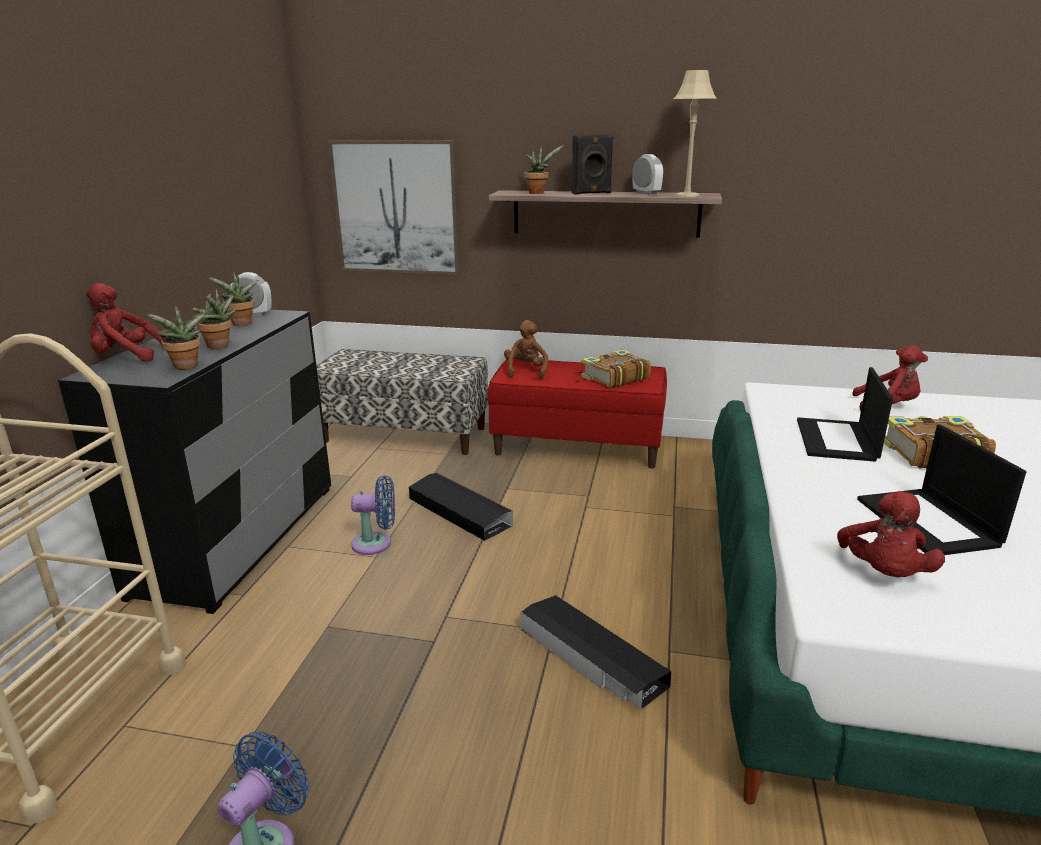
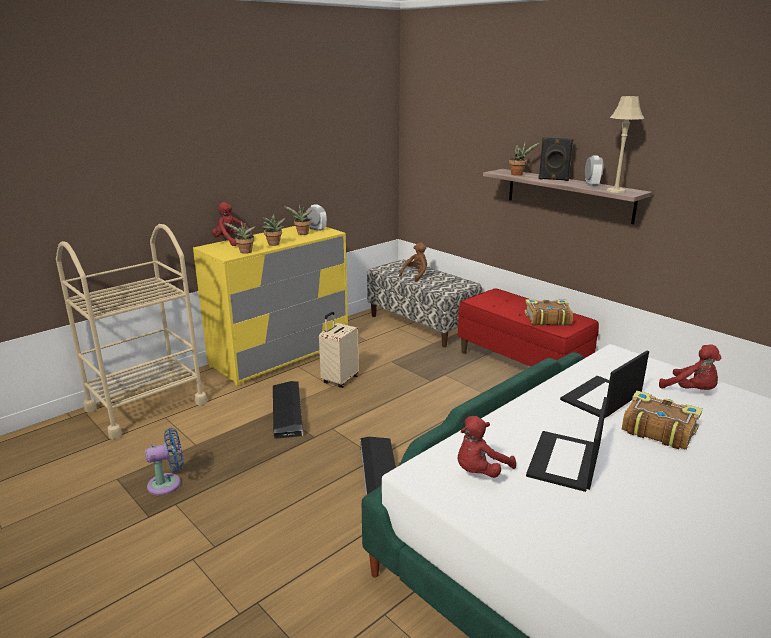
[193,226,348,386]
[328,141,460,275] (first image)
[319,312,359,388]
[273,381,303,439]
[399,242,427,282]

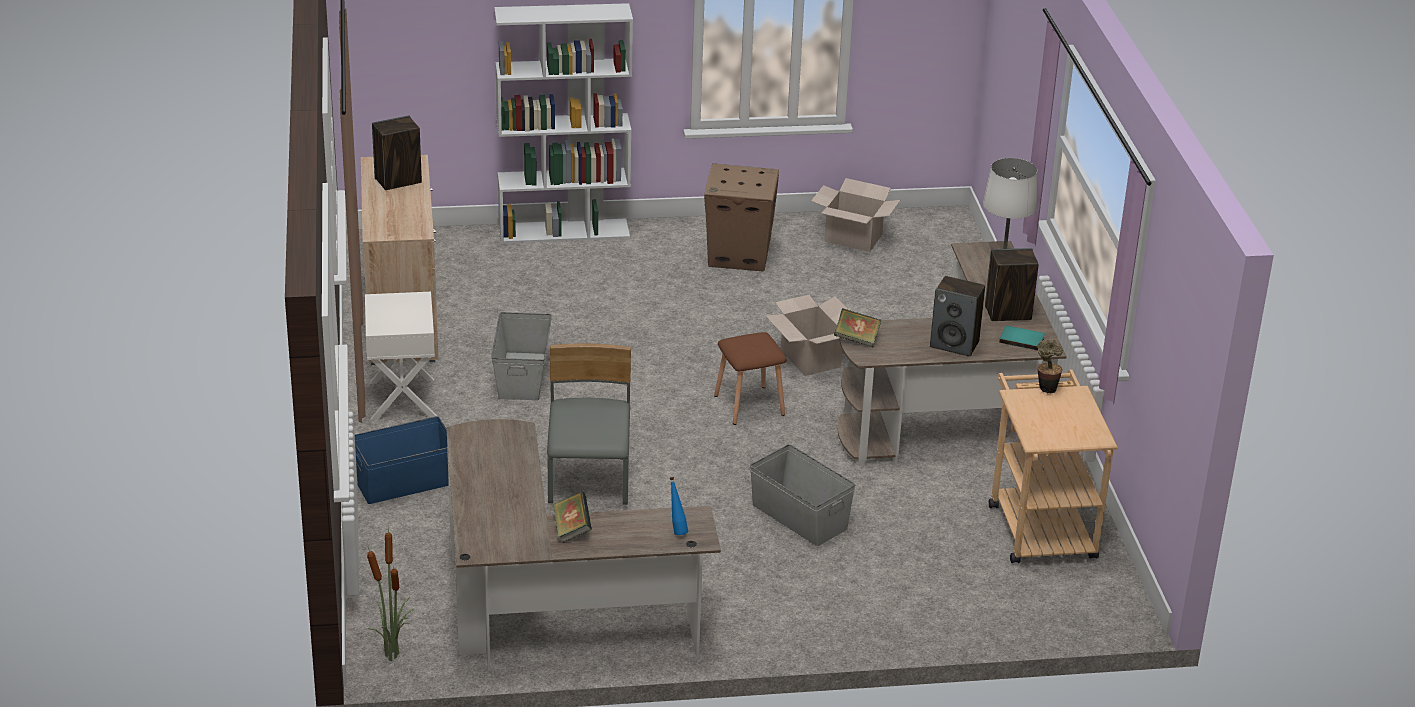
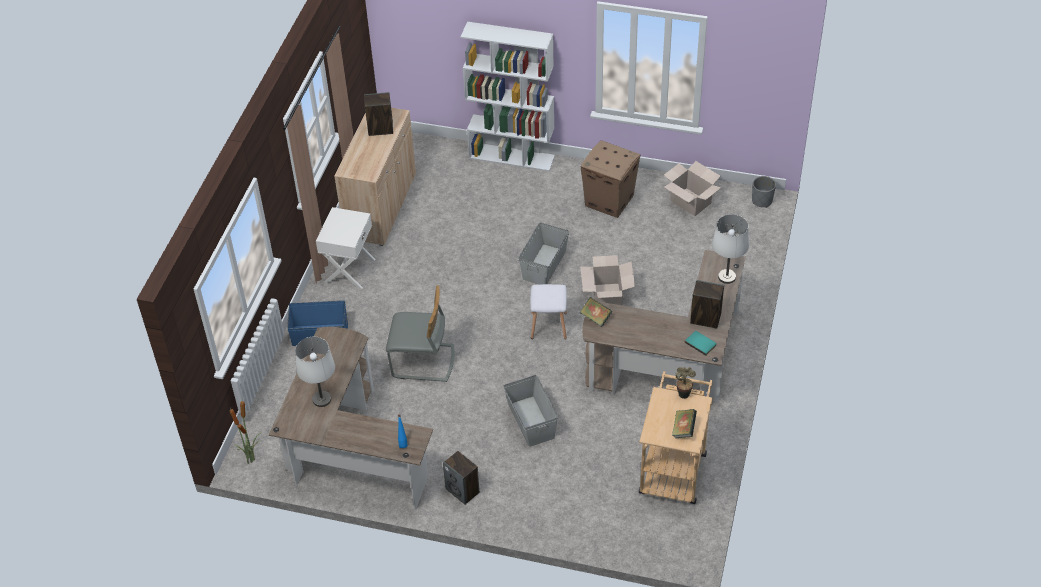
[519,222,569,284]
[386,285,454,382]
[672,409,697,439]
[530,284,567,339]
[443,451,480,505]
[295,337,335,407]
[752,176,776,208]

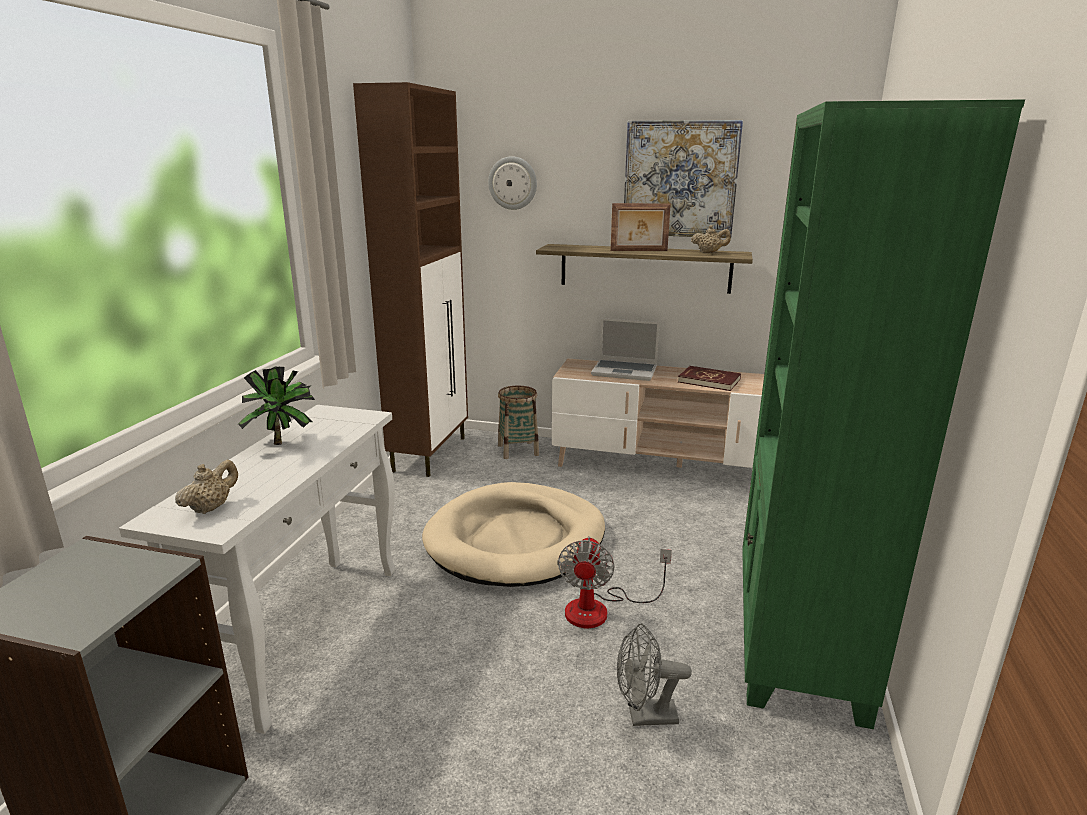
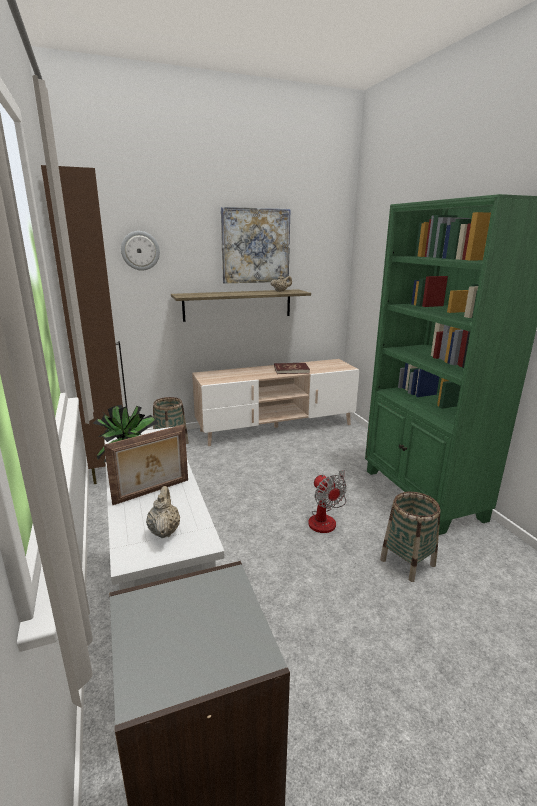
[422,482,605,587] (first image)
[591,318,660,381] (first image)
[104,424,188,505]
[380,492,441,582]

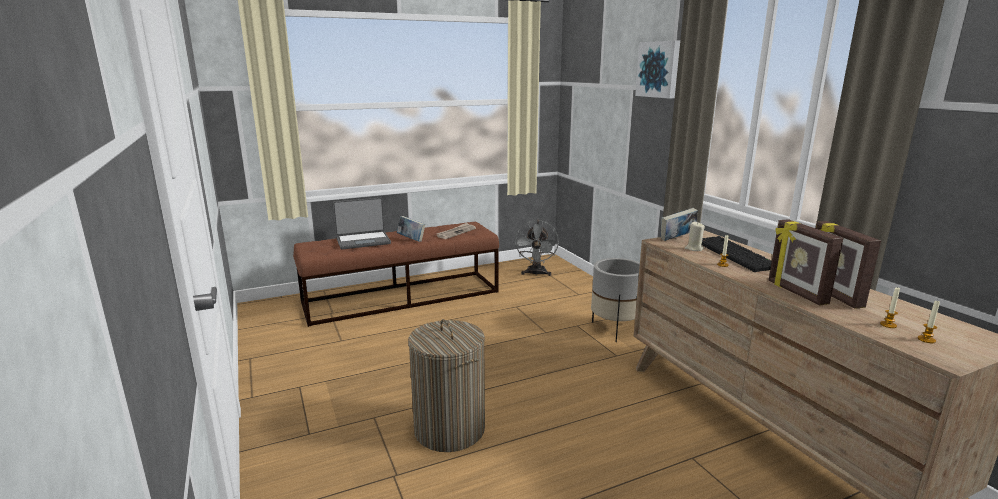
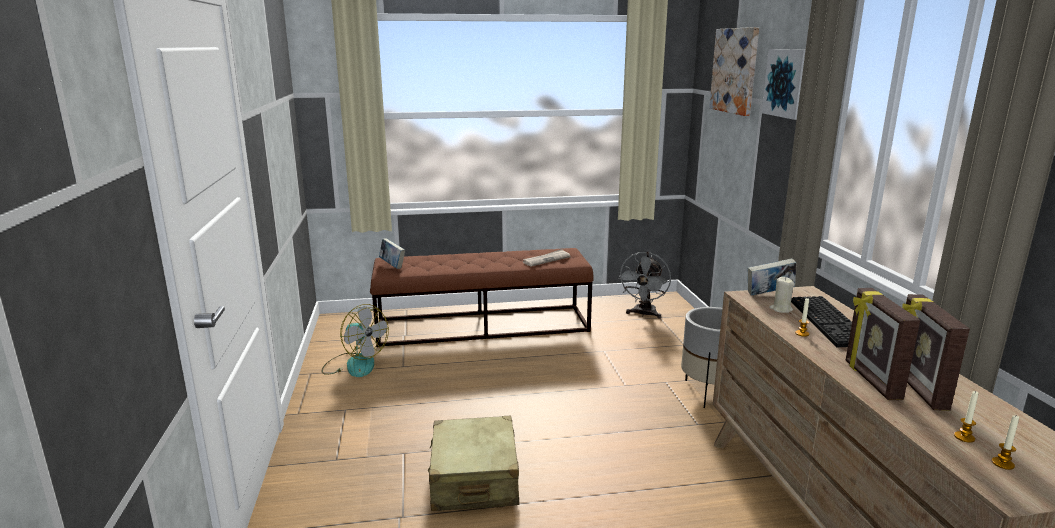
[333,198,391,249] (first image)
[379,239,405,269]
[428,416,519,511]
[321,304,389,377]
[709,27,759,116]

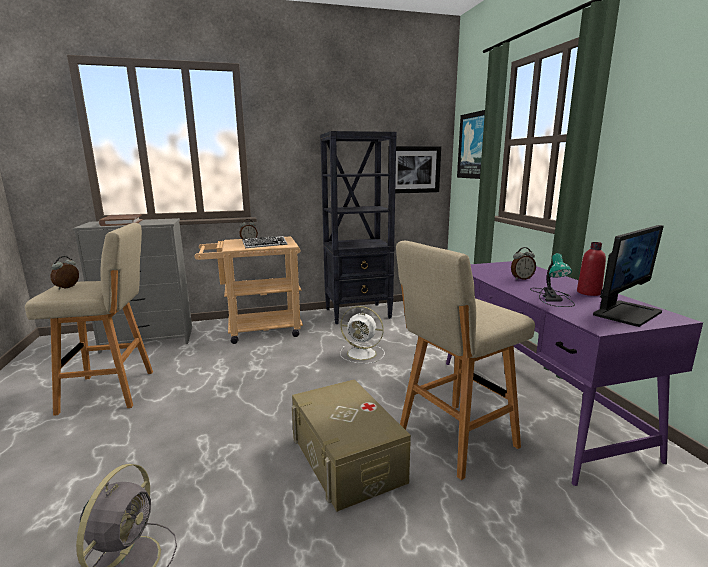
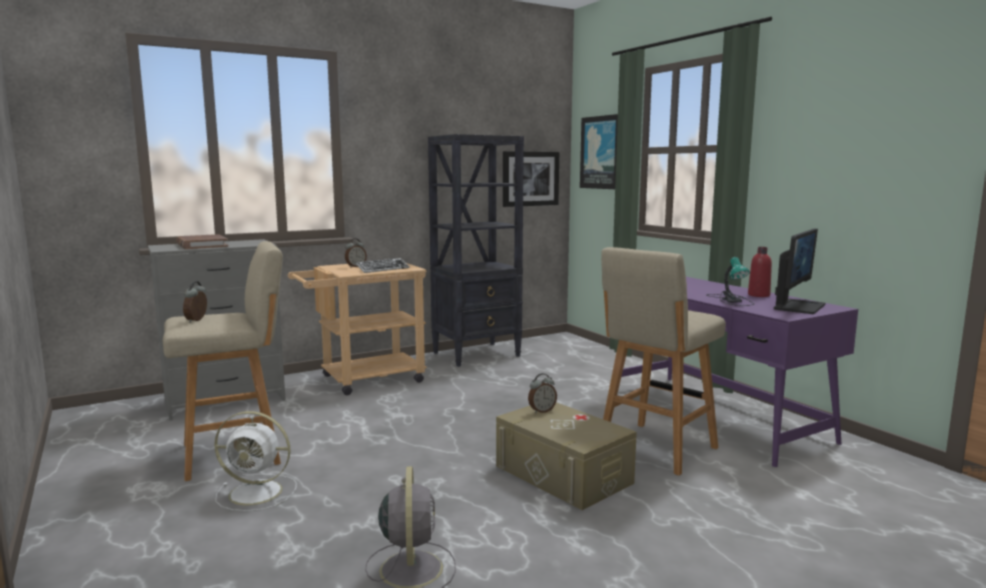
[214,411,297,511]
[528,373,557,414]

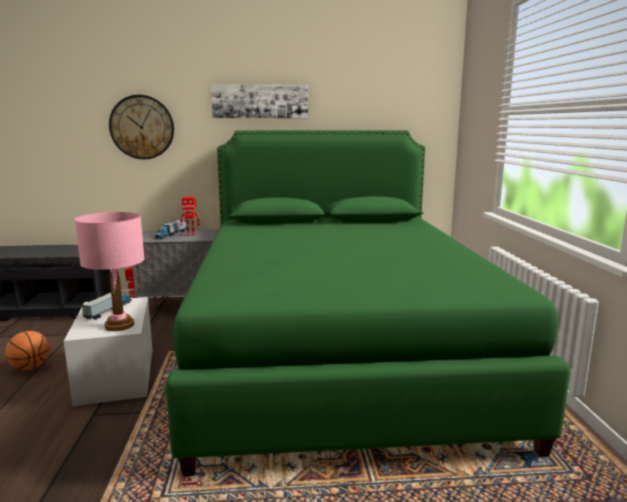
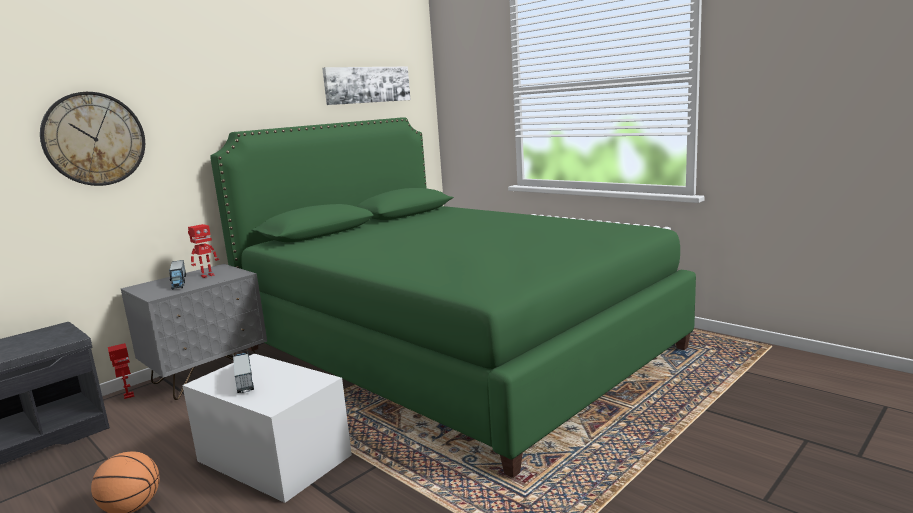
[75,212,145,331] (first image)
[322,67,410,105]

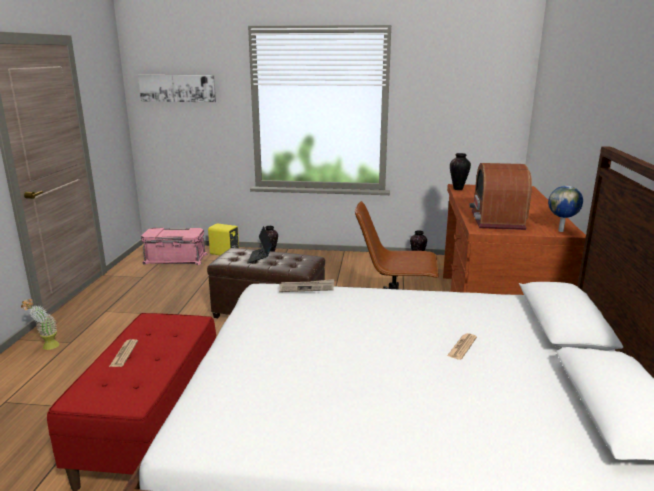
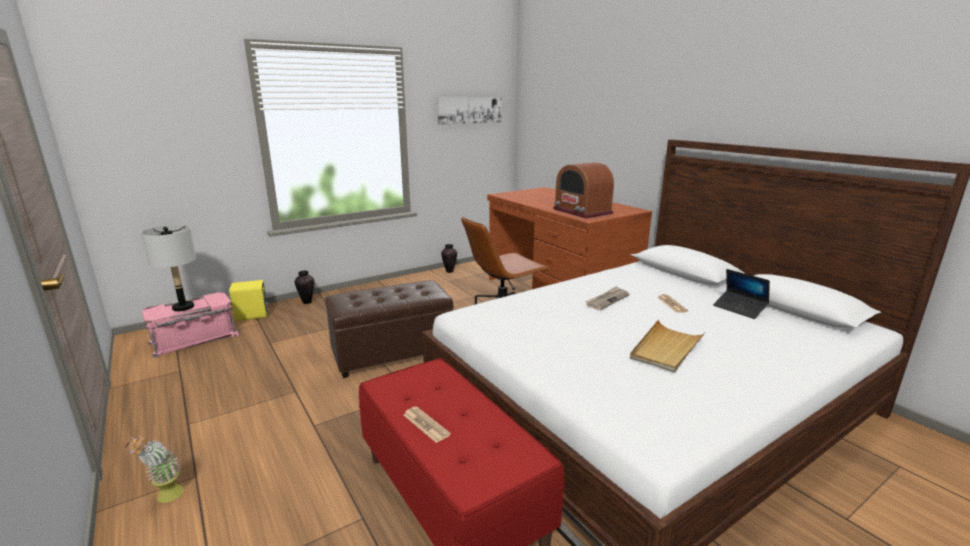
[437,97,502,125]
[713,269,770,319]
[585,286,630,310]
[450,153,471,190] (first image)
[548,186,583,232] (first image)
[141,225,196,311]
[630,320,705,373]

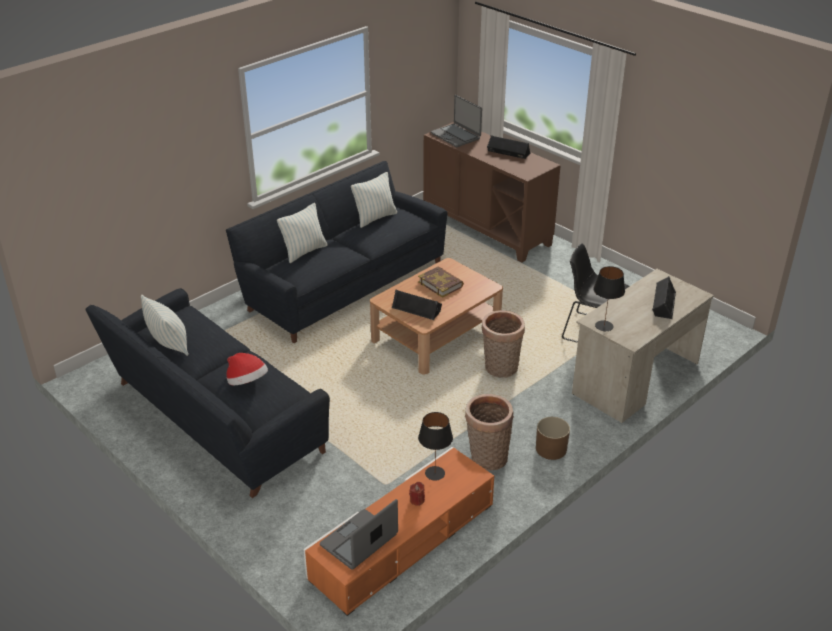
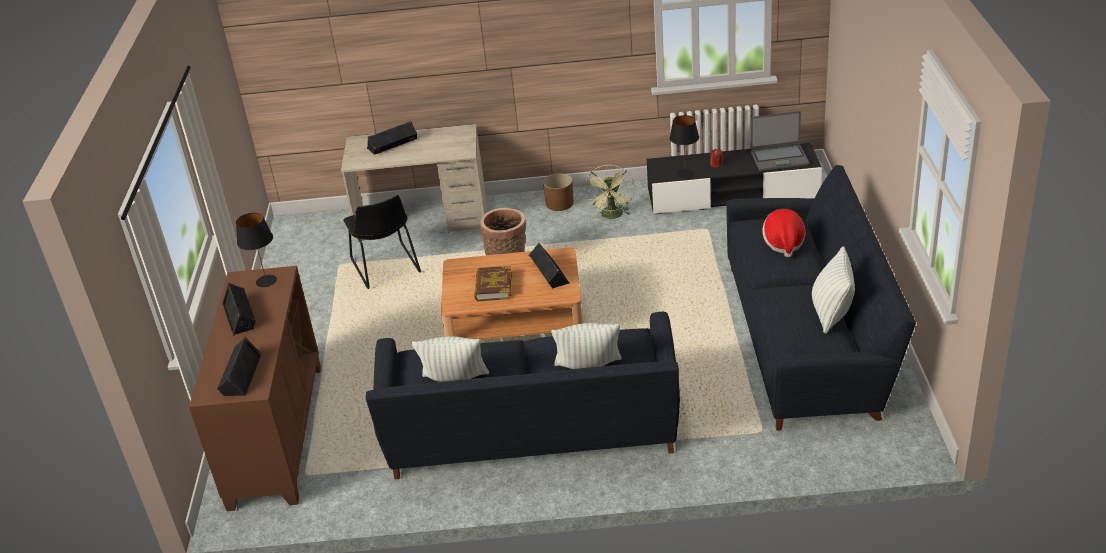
[647,143,822,214]
[217,336,262,396]
[585,164,635,219]
[236,213,277,287]

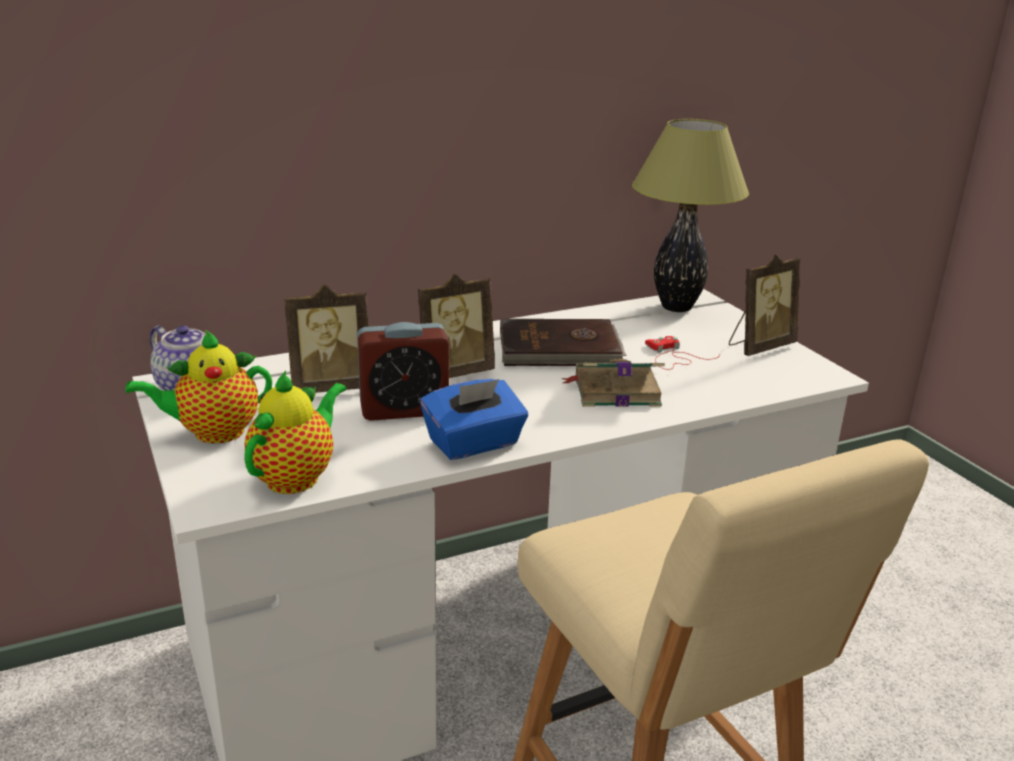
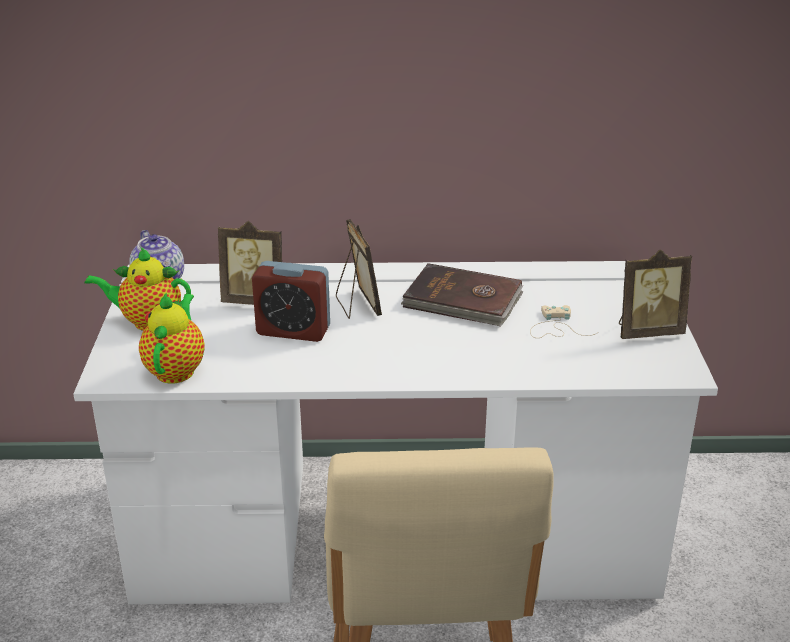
[139,293,205,384]
[336,219,382,319]
[420,379,528,460] (first image)
[561,359,665,407] (first image)
[632,119,749,312] (first image)
[530,305,597,338]

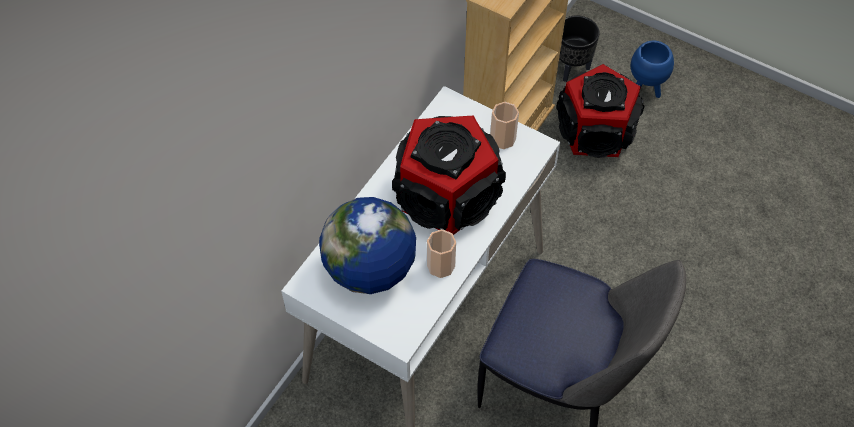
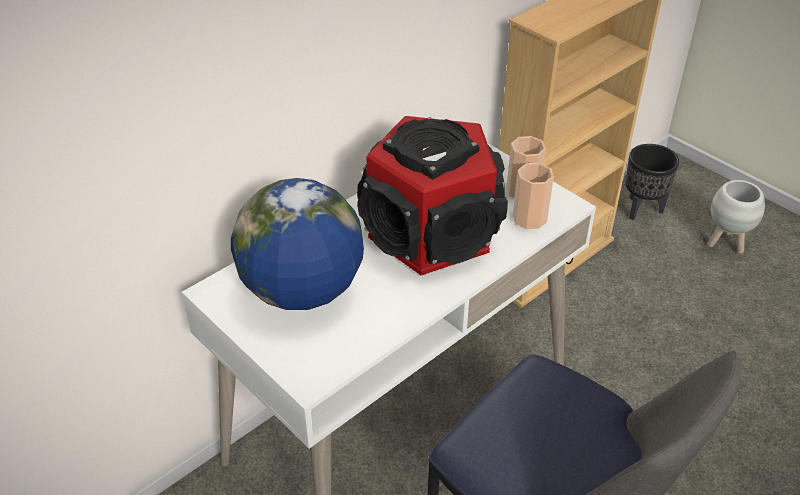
[513,163,554,229]
[556,64,644,158] (first image)
[708,180,765,254]

